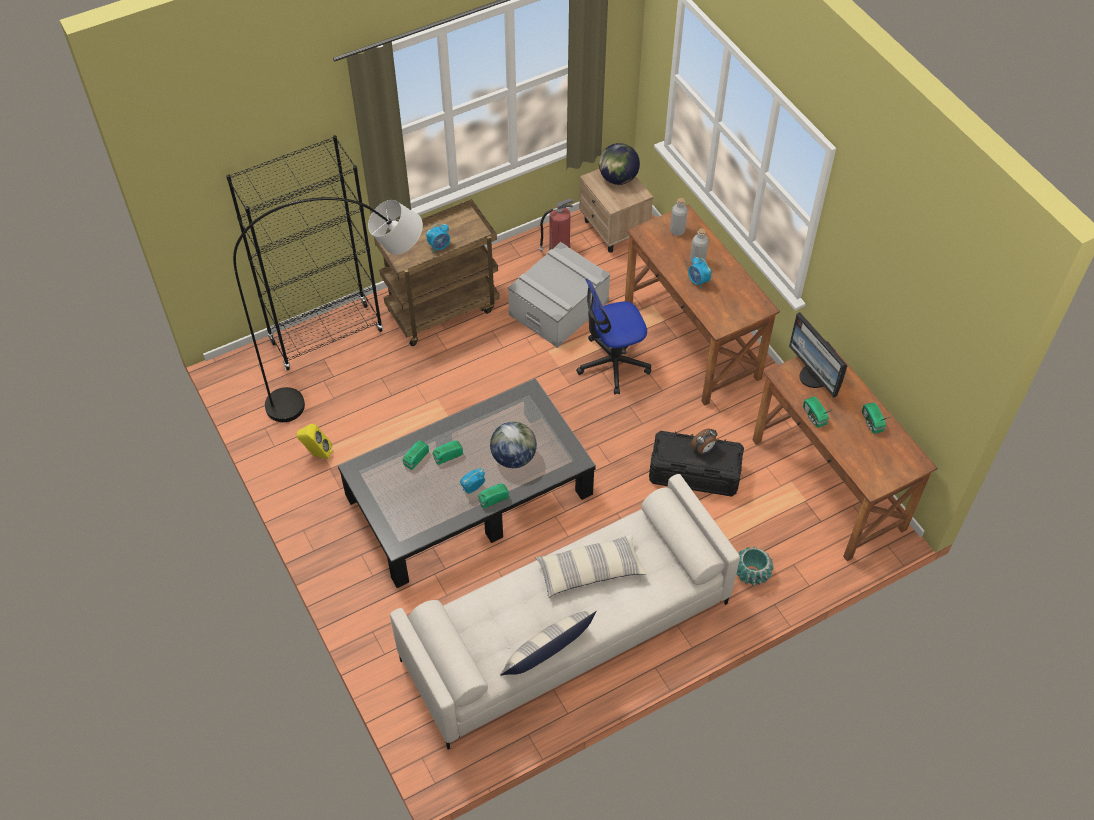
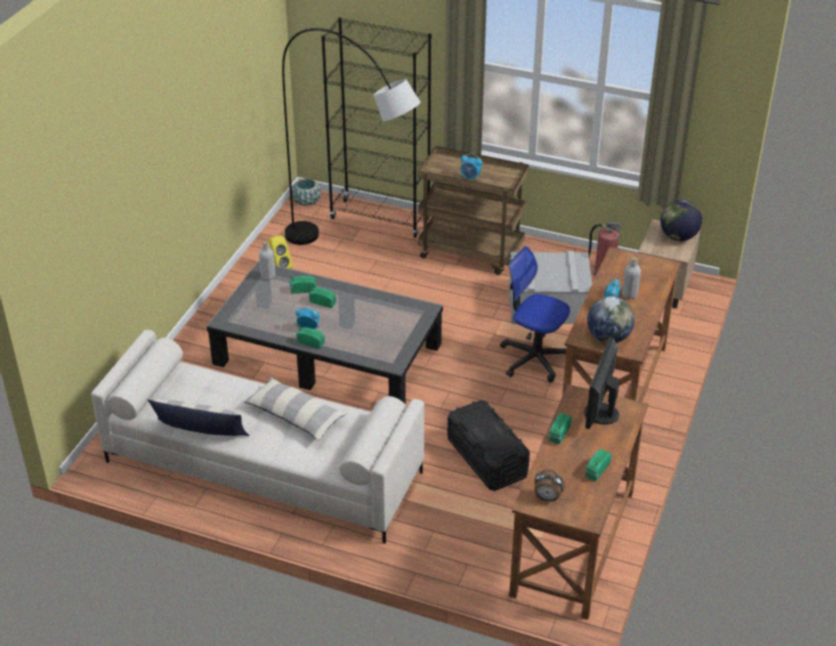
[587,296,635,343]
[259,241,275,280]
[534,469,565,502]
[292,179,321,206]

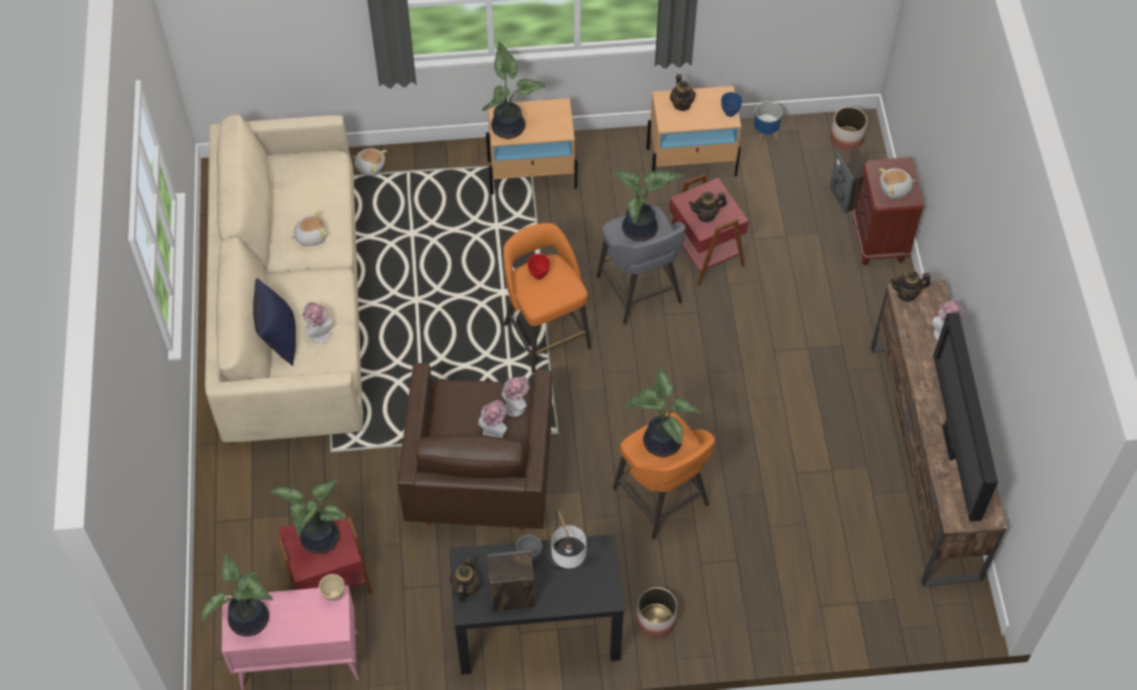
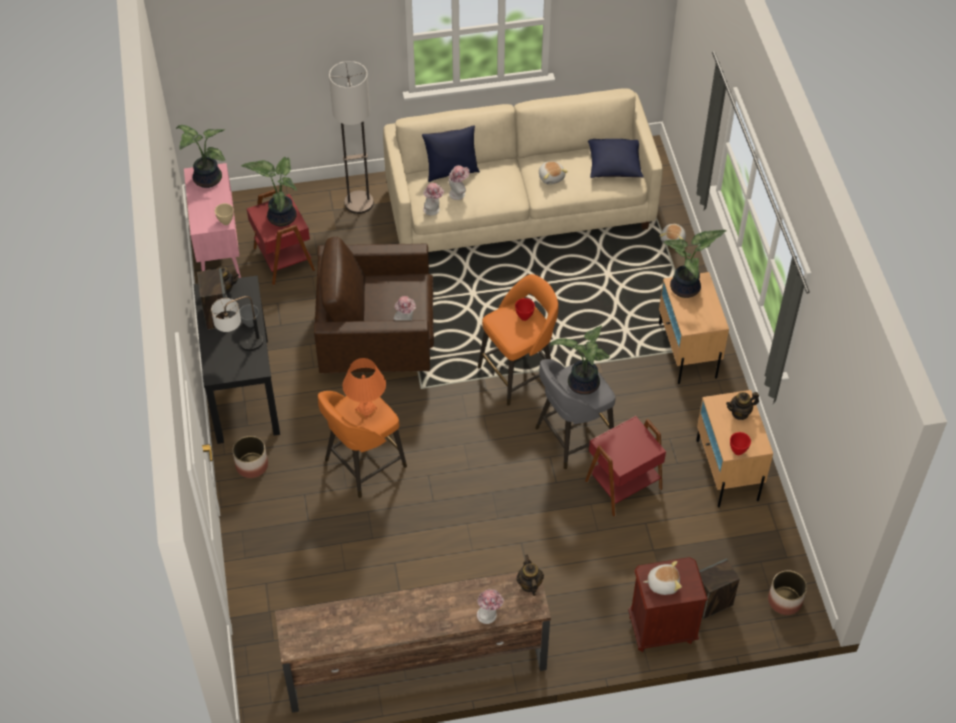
[423,183,445,216]
[342,358,386,418]
[689,192,727,222] (first image)
[730,432,751,455]
[753,101,782,144] (first image)
[644,561,682,595]
[933,312,998,522] (first image)
[329,61,374,214]
[588,139,644,178]

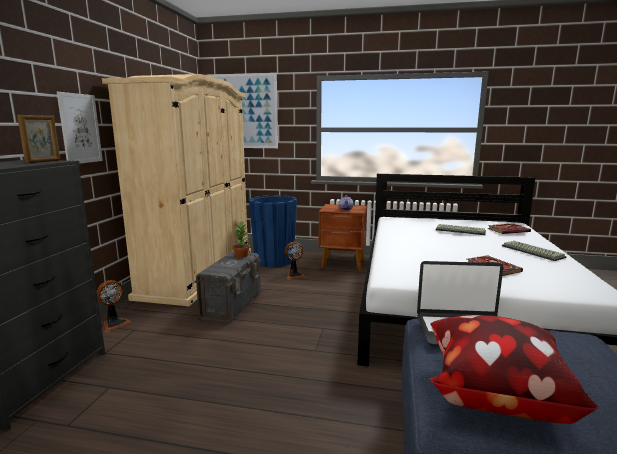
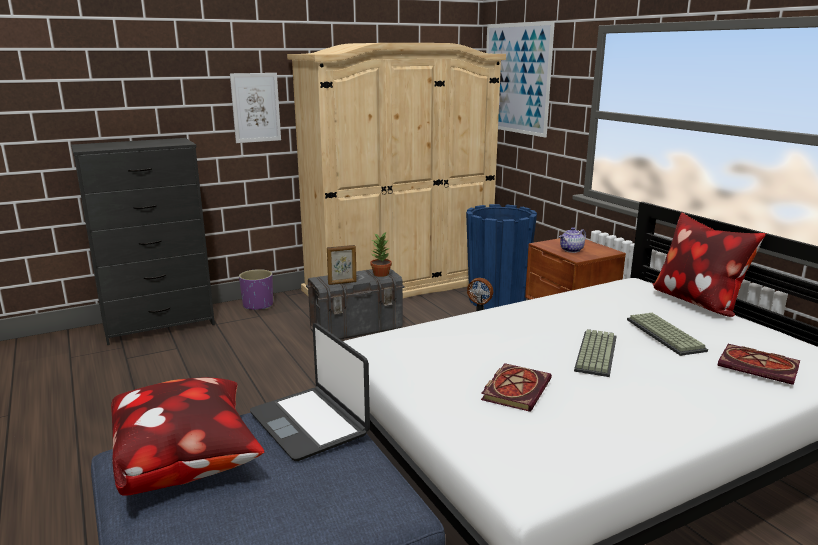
[327,245,357,285]
[239,269,273,310]
[574,329,617,377]
[652,212,766,317]

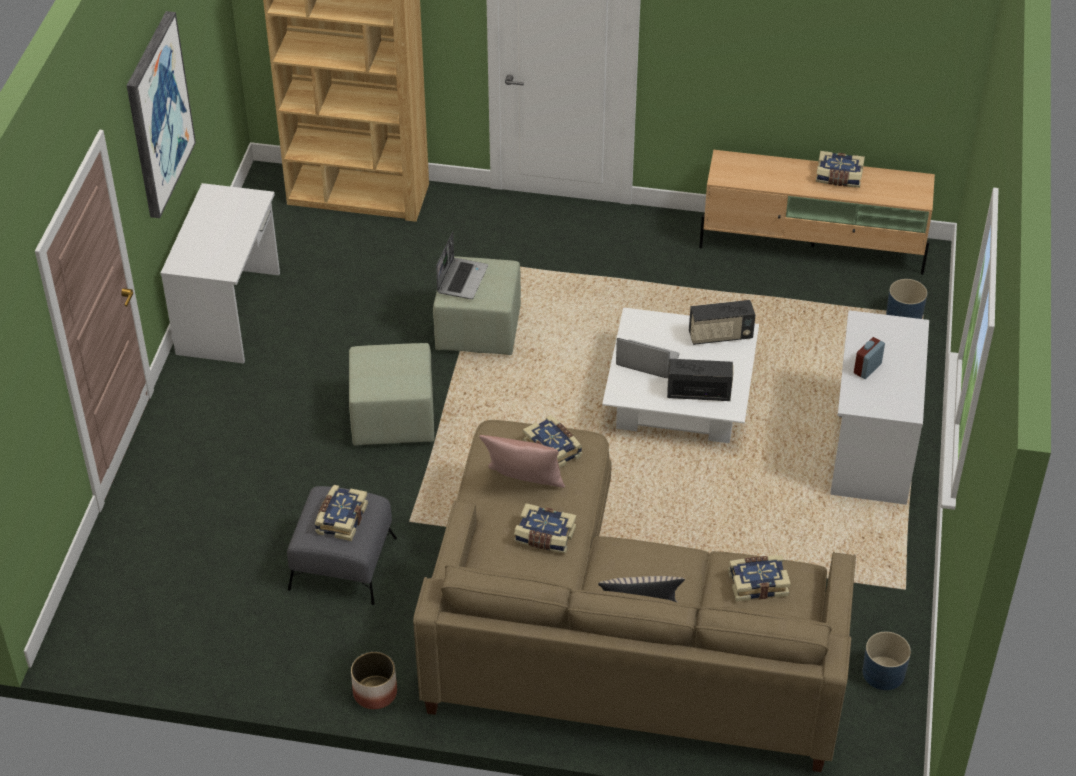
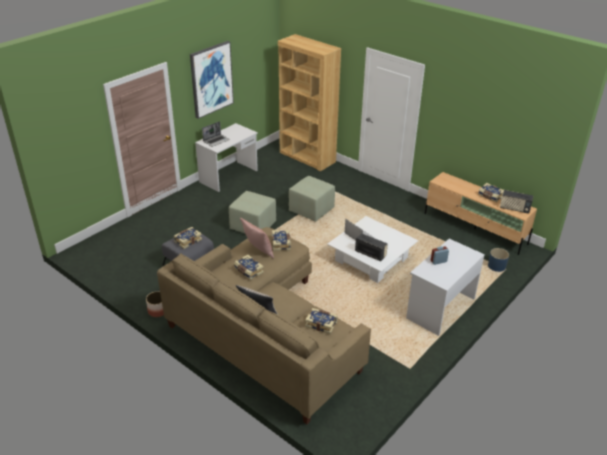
[202,121,230,147]
[500,190,533,214]
[862,632,911,690] (first image)

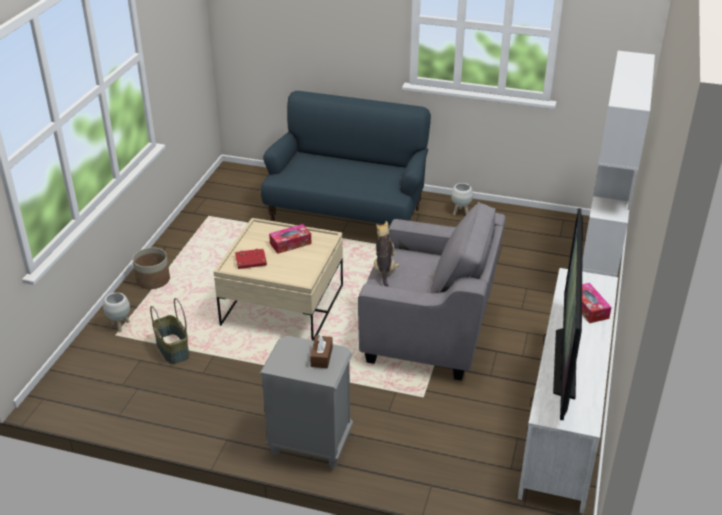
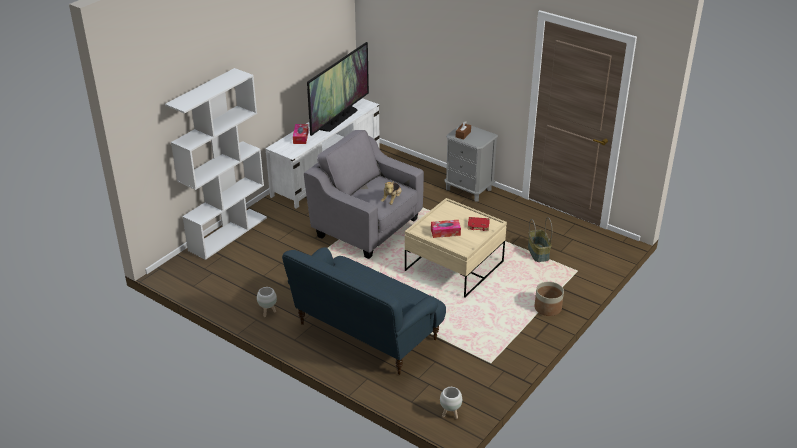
[440,387,462,419]

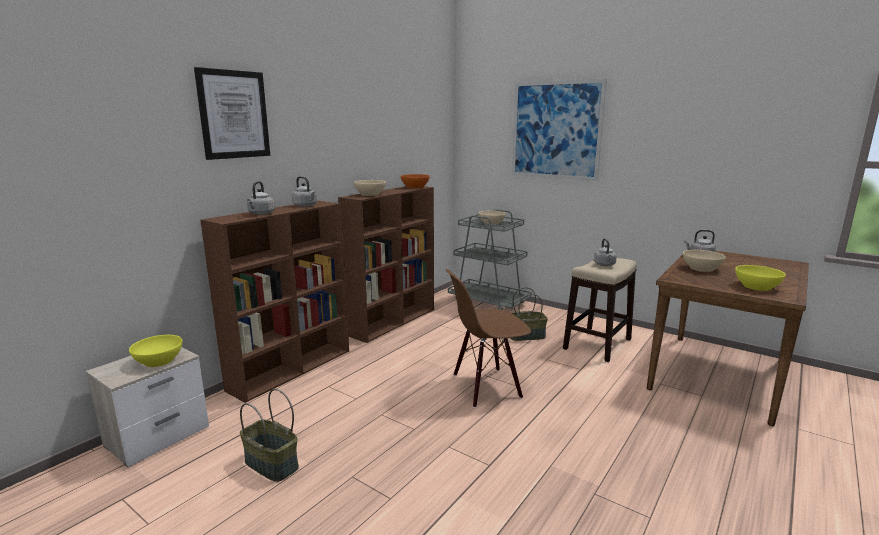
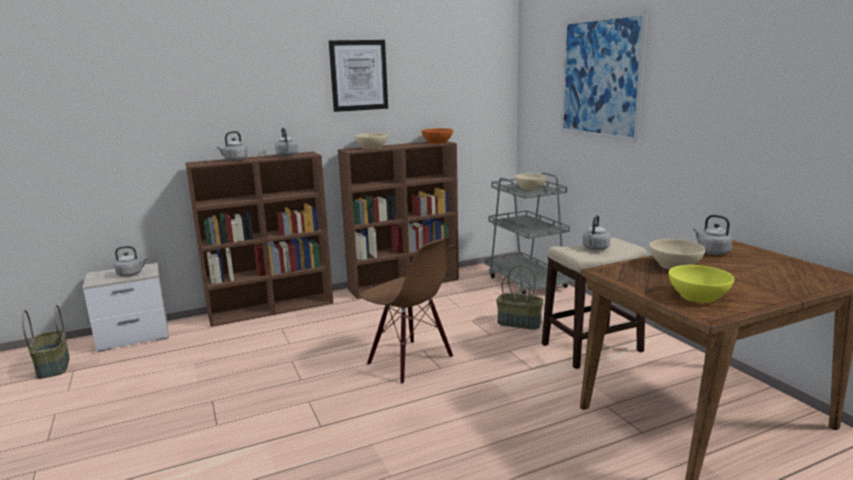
[115,246,148,277]
[329,40,388,112]
[22,305,70,379]
[360,237,453,384]

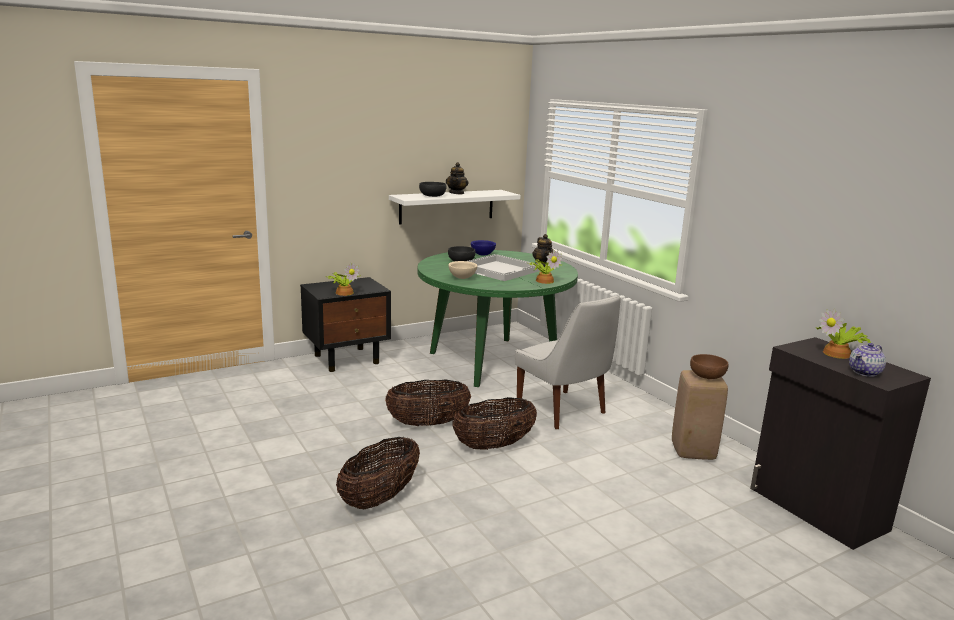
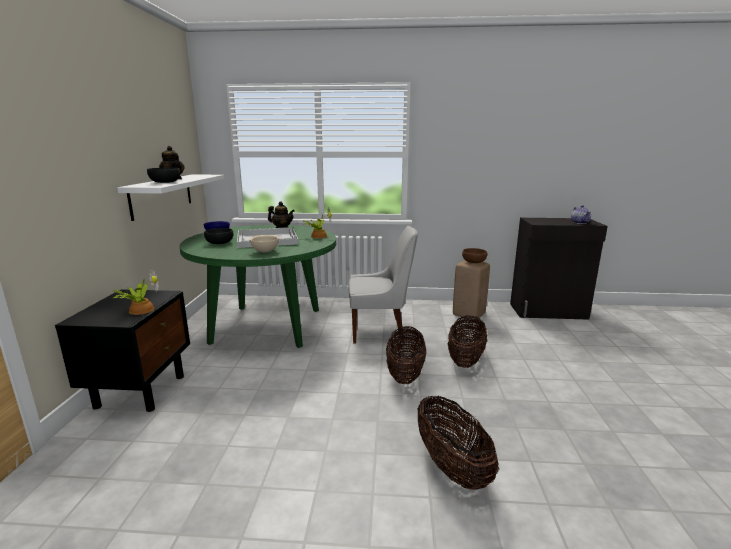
[448,316,487,368]
[815,309,871,359] (first image)

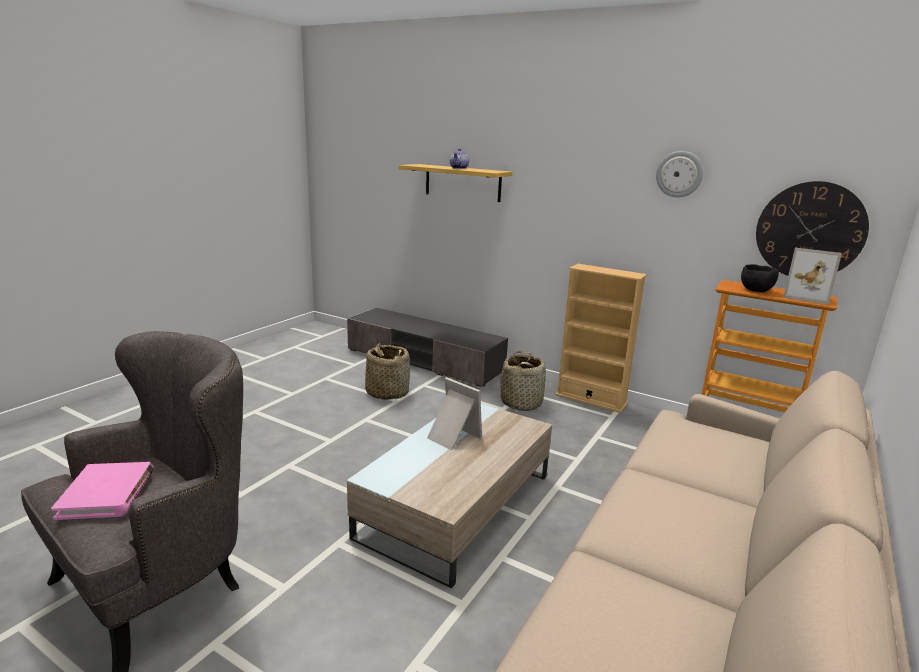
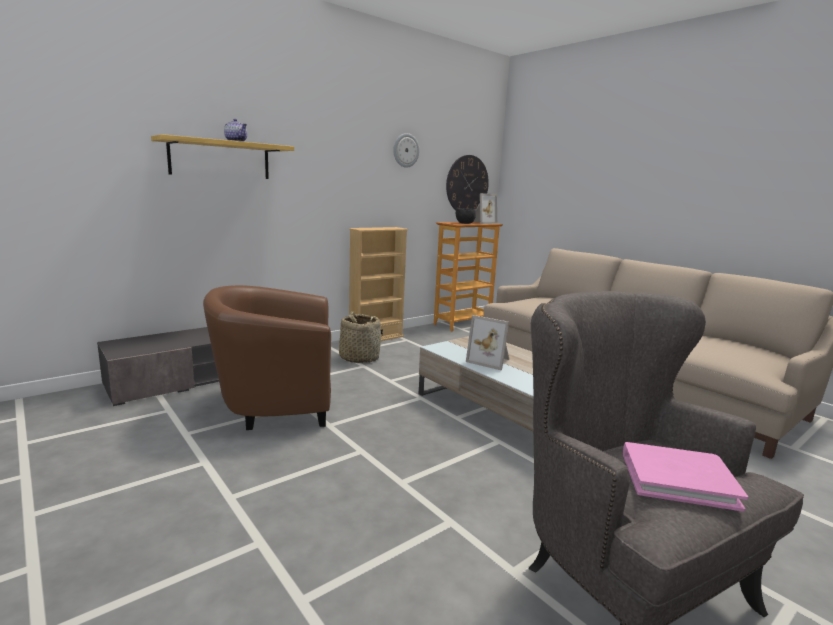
[203,285,331,430]
[466,315,509,370]

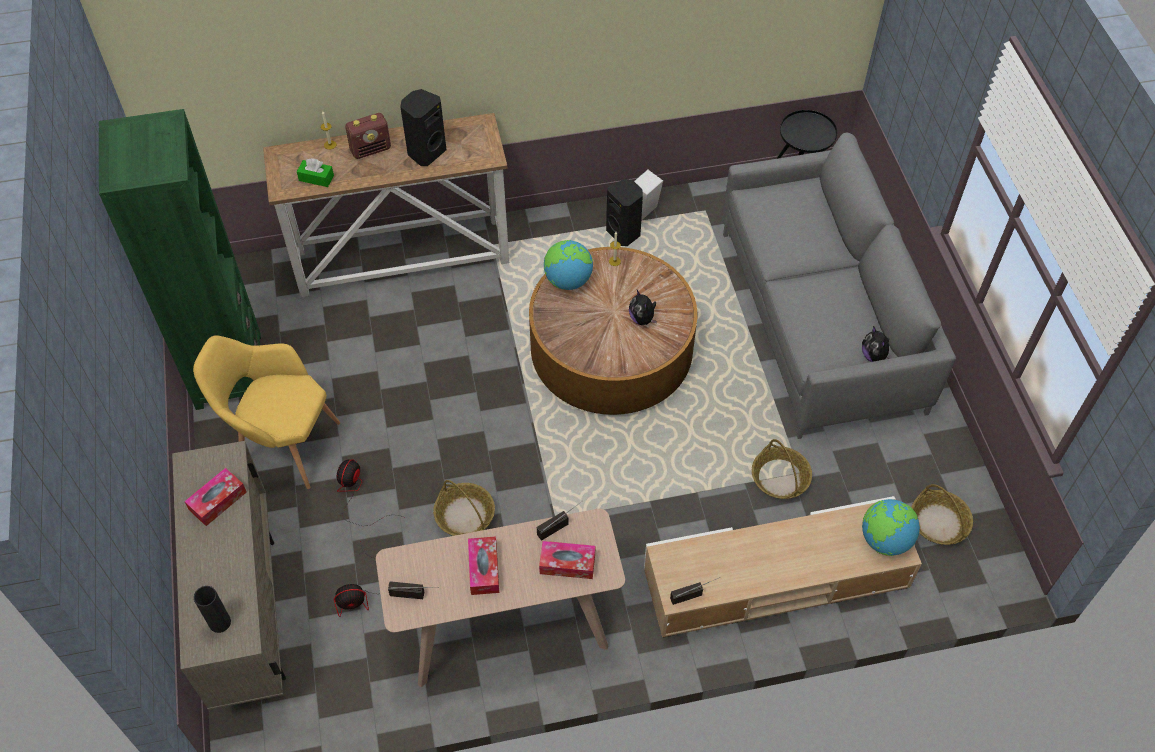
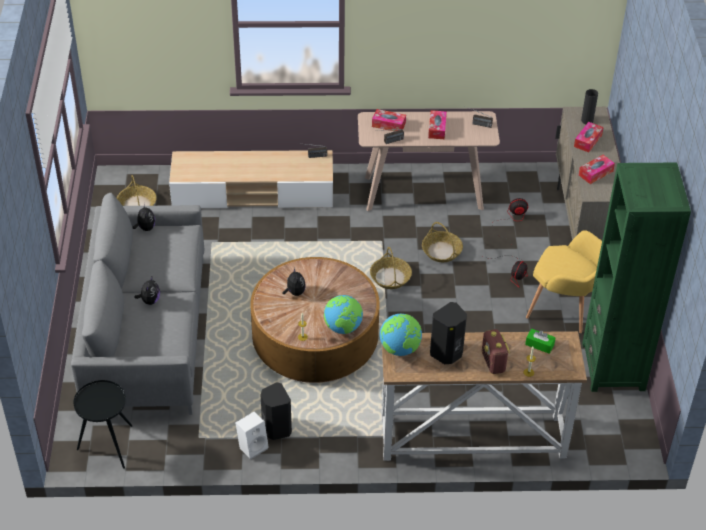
[482,329,510,374]
[370,247,412,289]
[380,314,422,356]
[134,277,160,305]
[574,122,603,153]

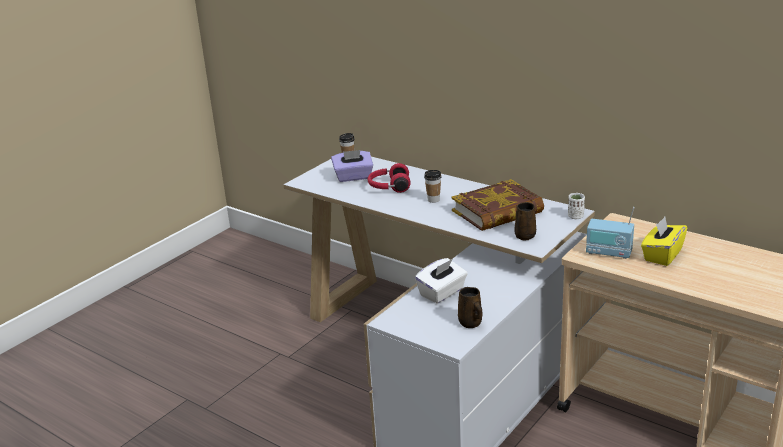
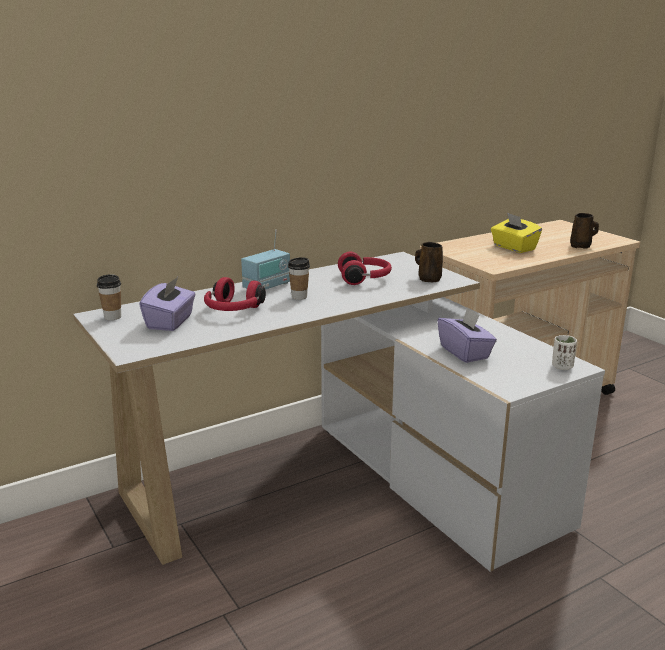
[437,307,497,363]
[338,252,392,285]
[570,213,599,248]
[552,335,577,370]
[241,230,290,290]

